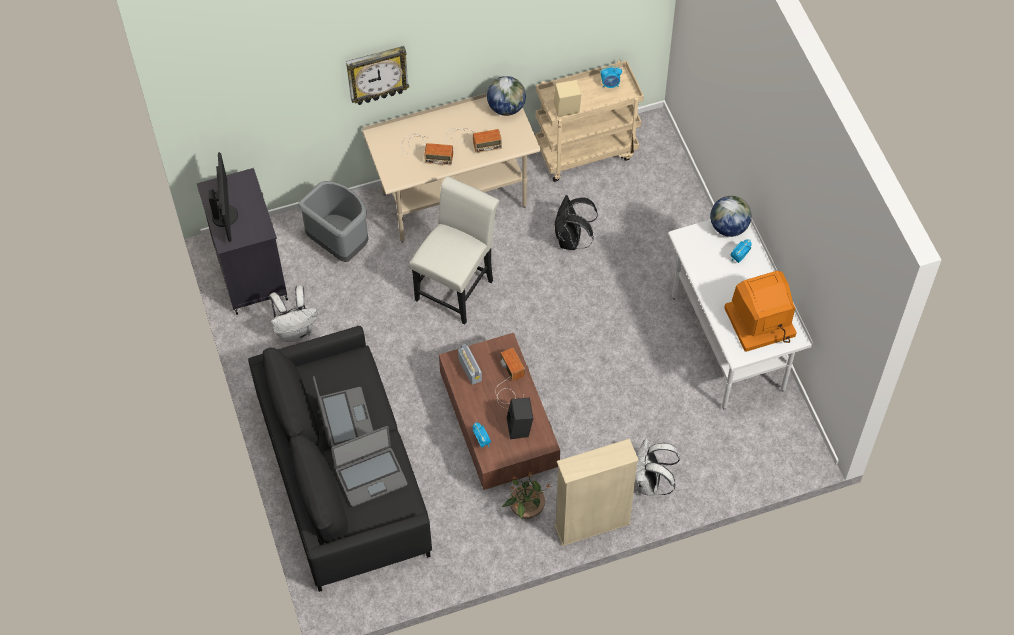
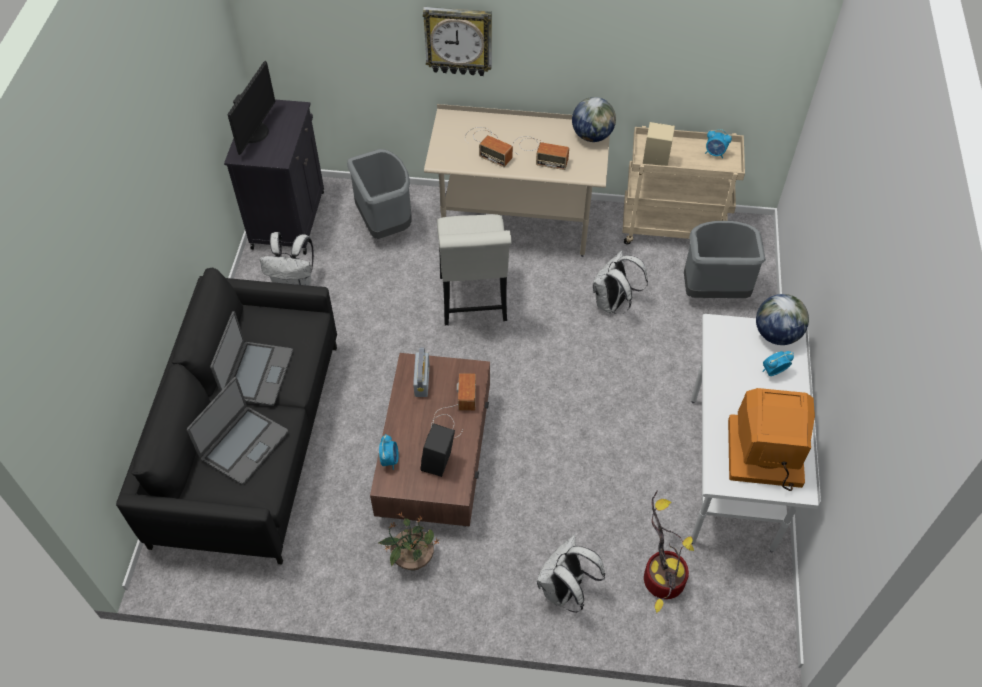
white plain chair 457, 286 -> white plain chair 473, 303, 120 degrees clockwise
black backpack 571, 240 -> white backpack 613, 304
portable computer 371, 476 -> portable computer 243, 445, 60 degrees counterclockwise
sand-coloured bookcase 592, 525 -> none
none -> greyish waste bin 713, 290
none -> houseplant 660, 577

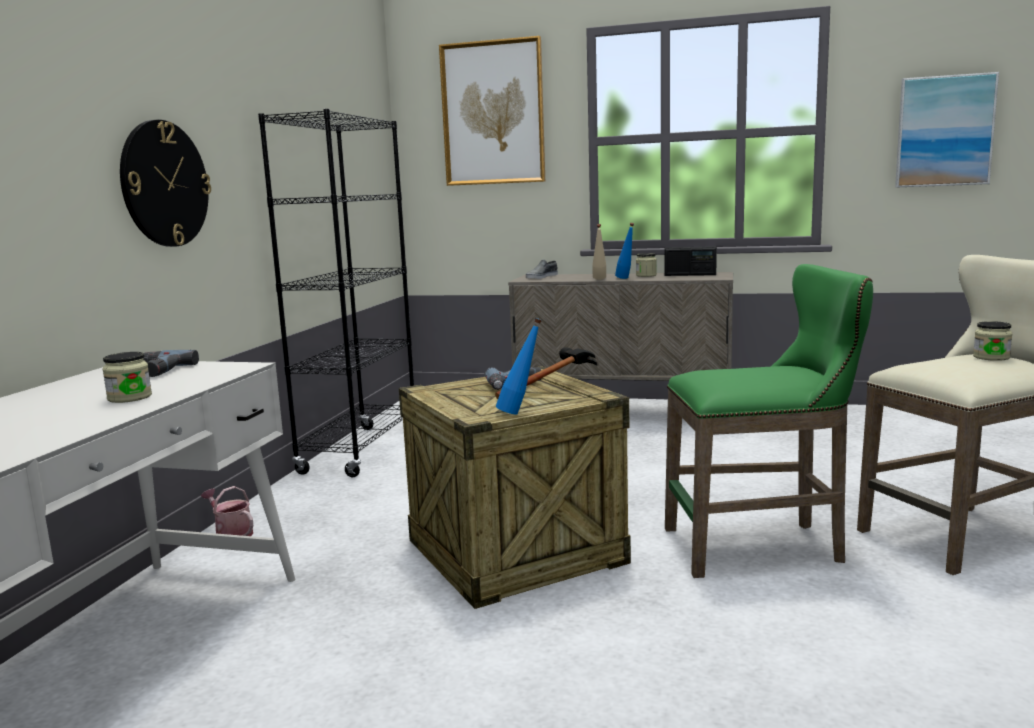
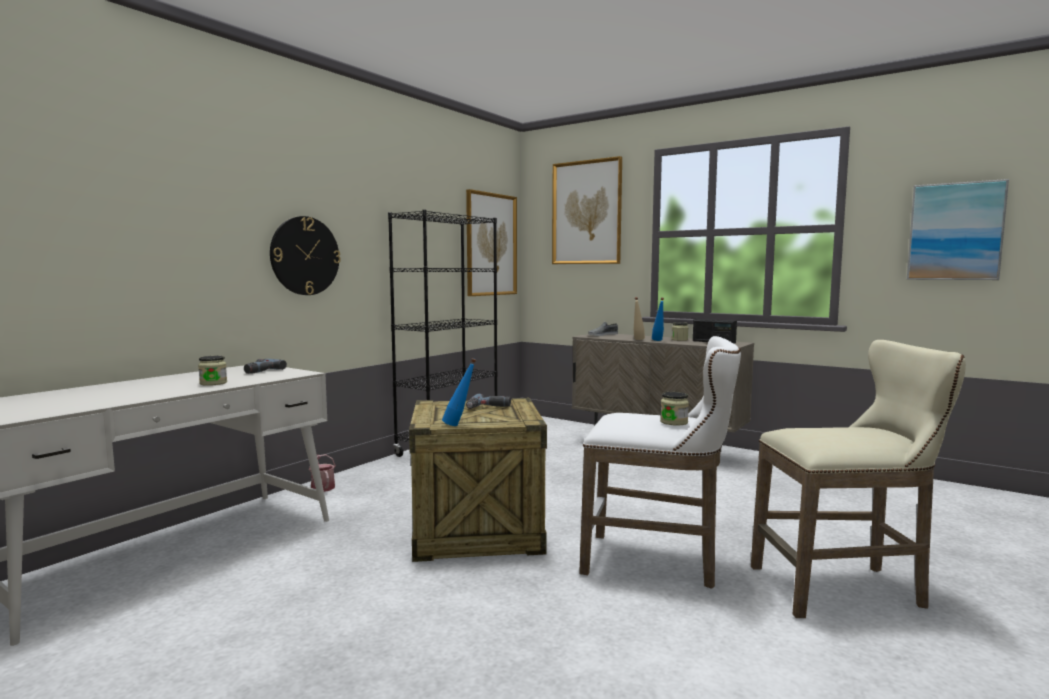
green-coloured stool seat 763, 547 -> white stool seat 658, 563
storage jar 991, 357 -> storage jar 674, 422, shifted
hand hammer 554, 389 -> none
none -> picture 491, 244

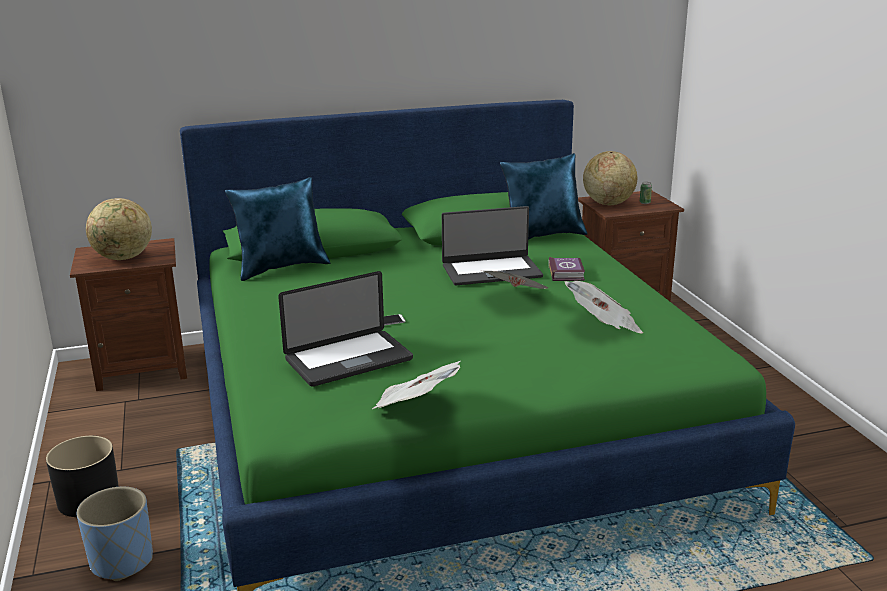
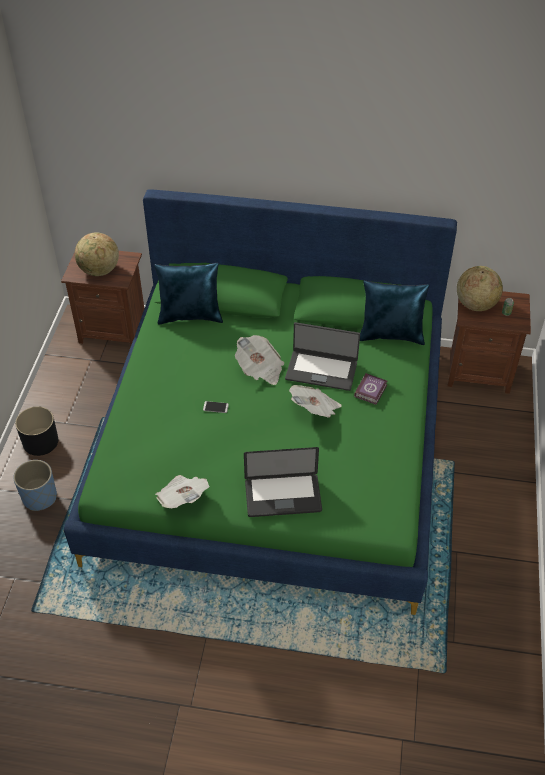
portable computer 348, 360 -> portable computer 283, 496, shifted
printed paper 603, 326 -> printed paper 260, 369, shifted

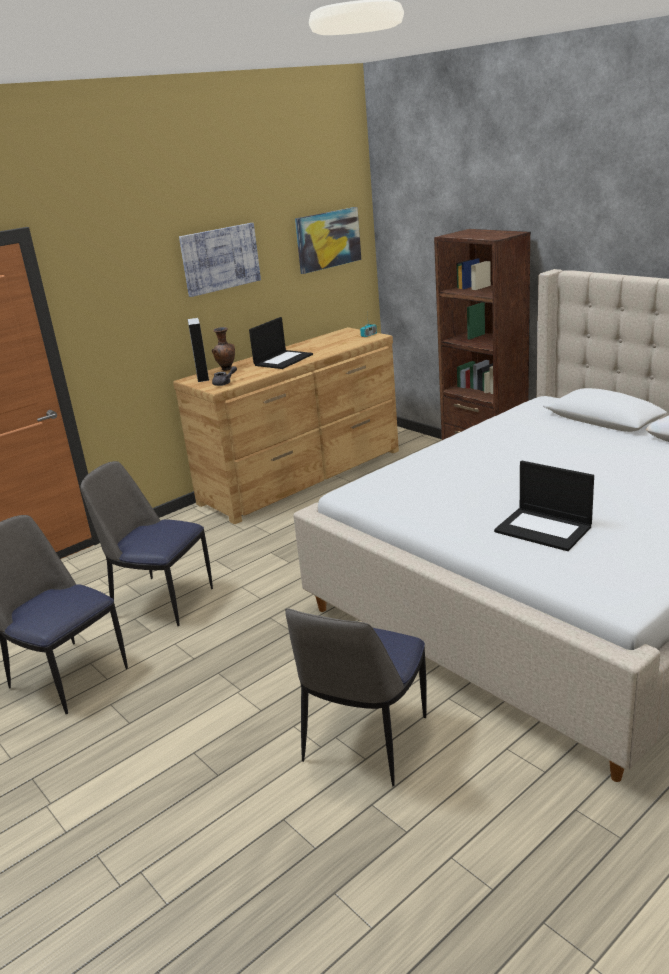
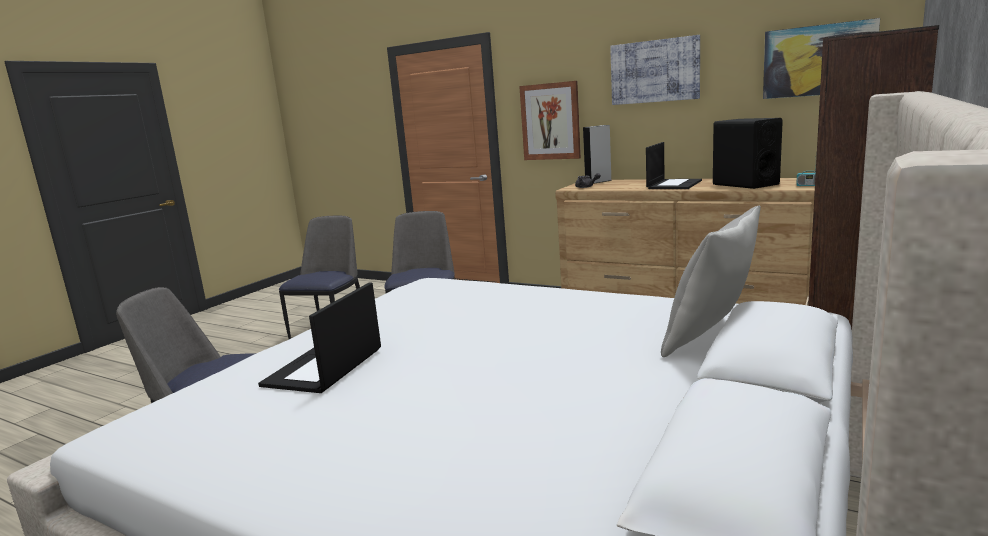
portable computer 283, 360 -> portable computer 674, 184, 75 degrees counterclockwise
brown decorative vase 226, 369 -> none
none -> picture 550, 121
none -> black speaker 745, 184
none -> greyish pillow 712, 339

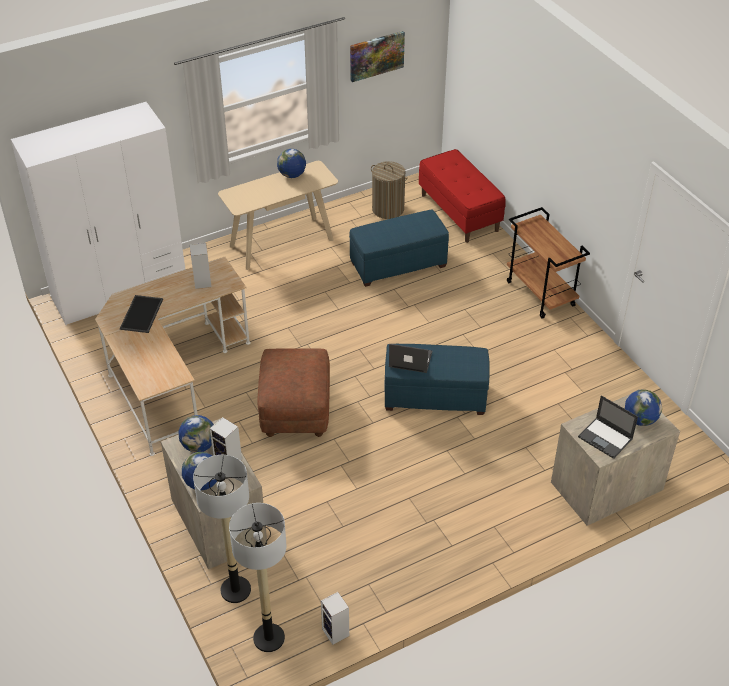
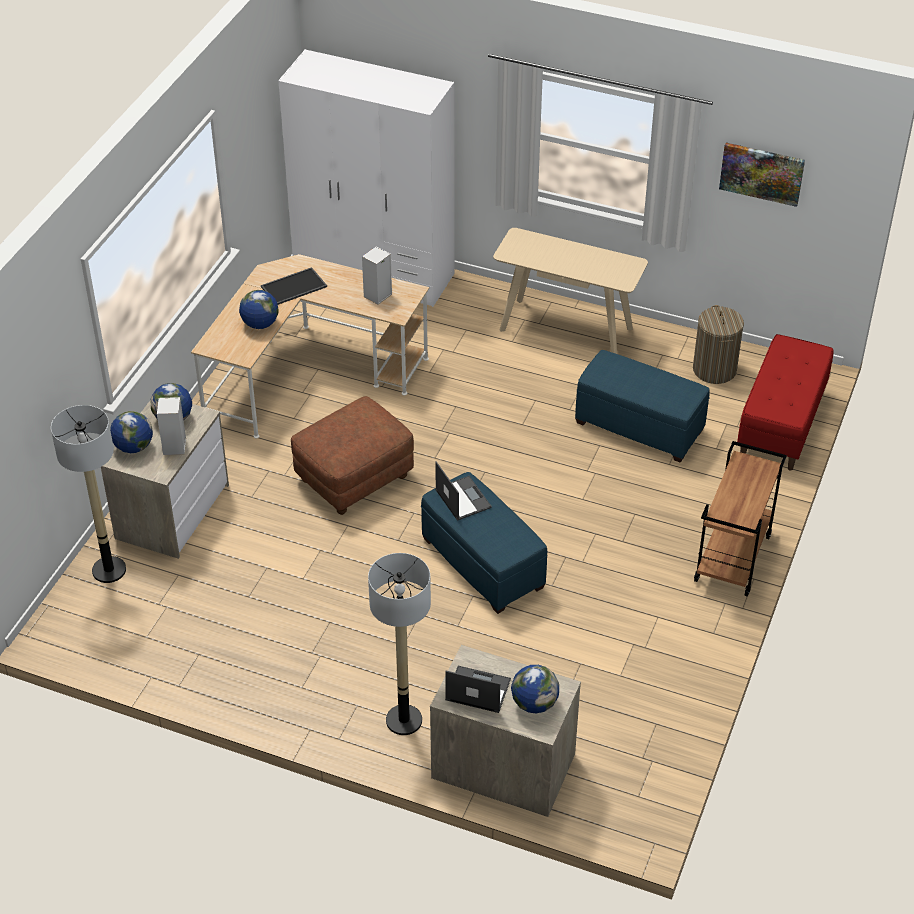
desk globe 292, 175 -> desk globe 260, 324, shifted
portable computer 606, 438 -> portable computer 477, 689, 105 degrees clockwise
standing lamp 269, 638 -> standing lamp 403, 720, shifted
speaker 336, 633 -> none

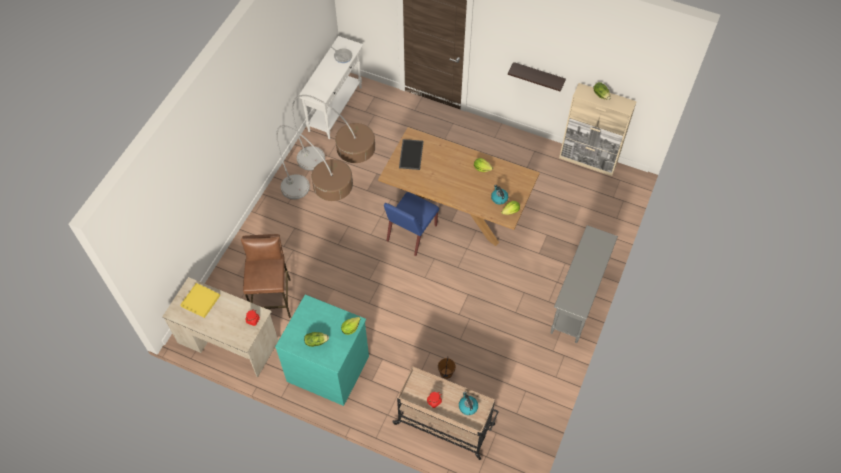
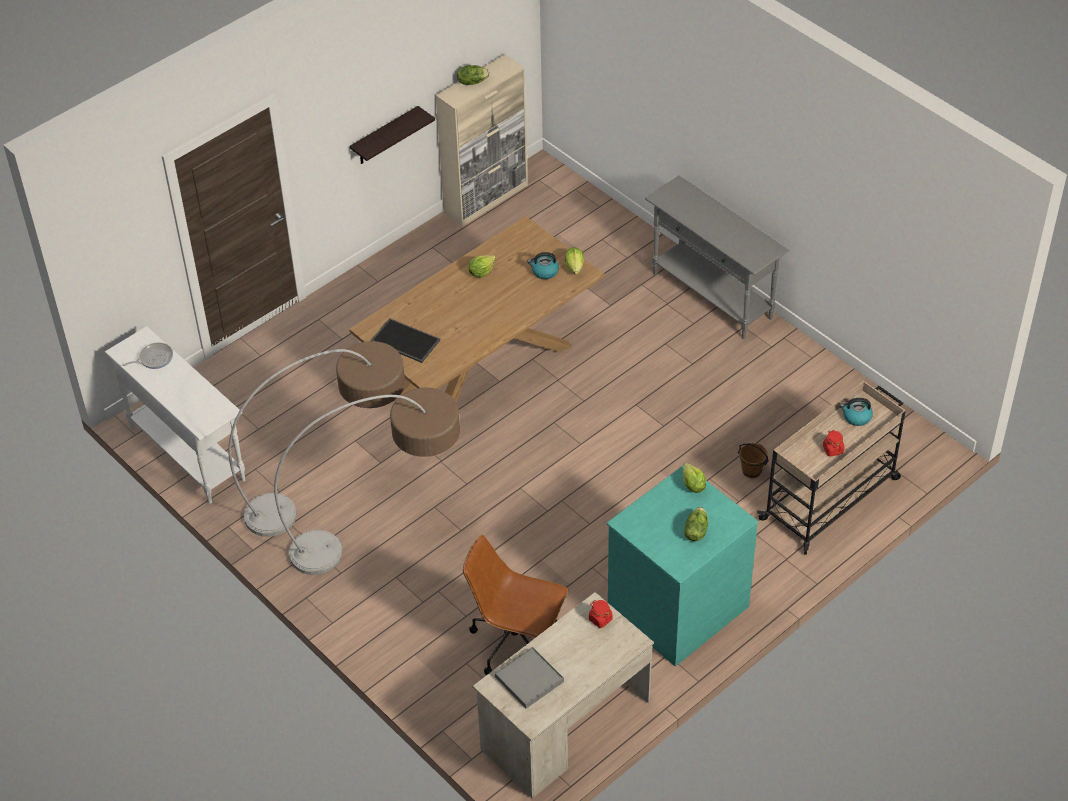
blue plain chair 411, 233 -> none
brown stool seat 273, 298 -> brown office chair 516, 643
yellow carrying tray 200, 301 -> greyish carrying tray 529, 679

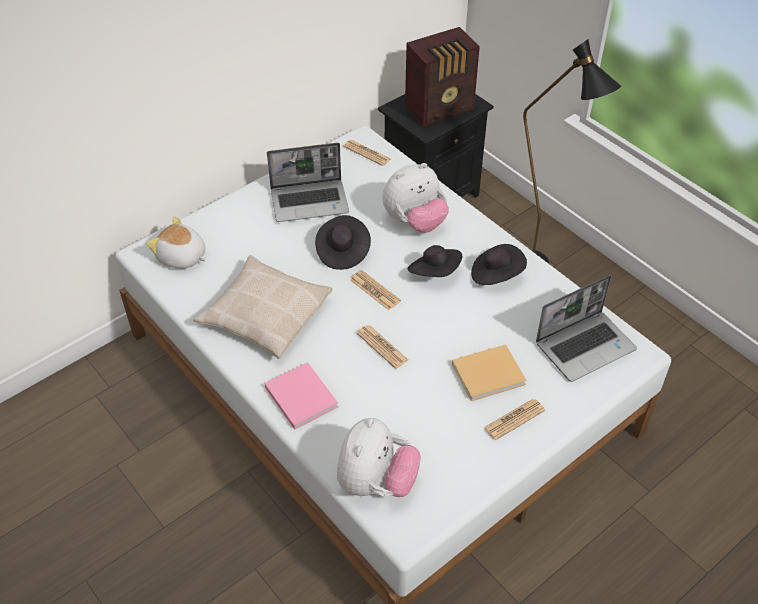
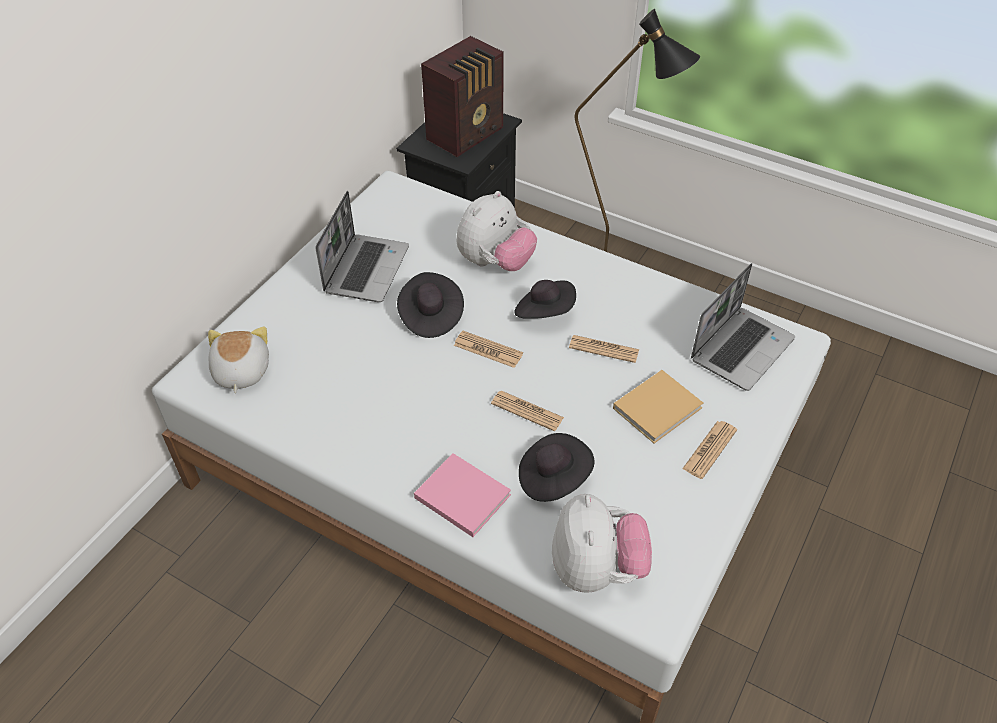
printed paper 367, 153 -> printed paper 604, 349, shifted
portable computer 310, 201 -> portable computer 366, 269, 45 degrees counterclockwise
soft toy 182, 257 -> soft toy 240, 372, 75 degrees clockwise
black clothing hat 496, 274 -> black clothing hat 553, 478, shifted
sand-coloured pillow 265, 315 -> none

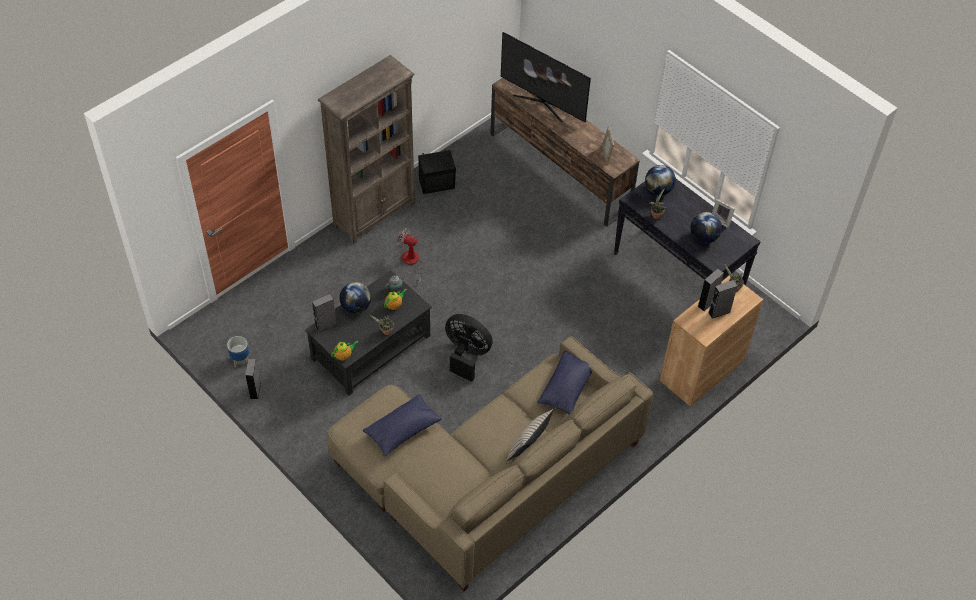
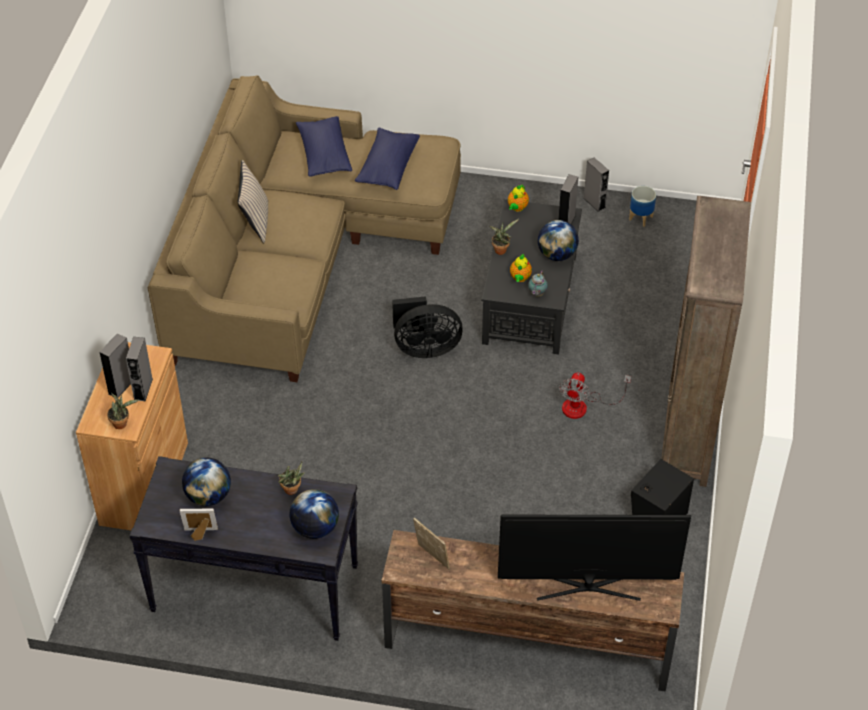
cooling fan 411, 263 -> cooling fan 583, 406, 120 degrees clockwise
blue pillow 567, 388 -> blue pillow 324, 155, shifted

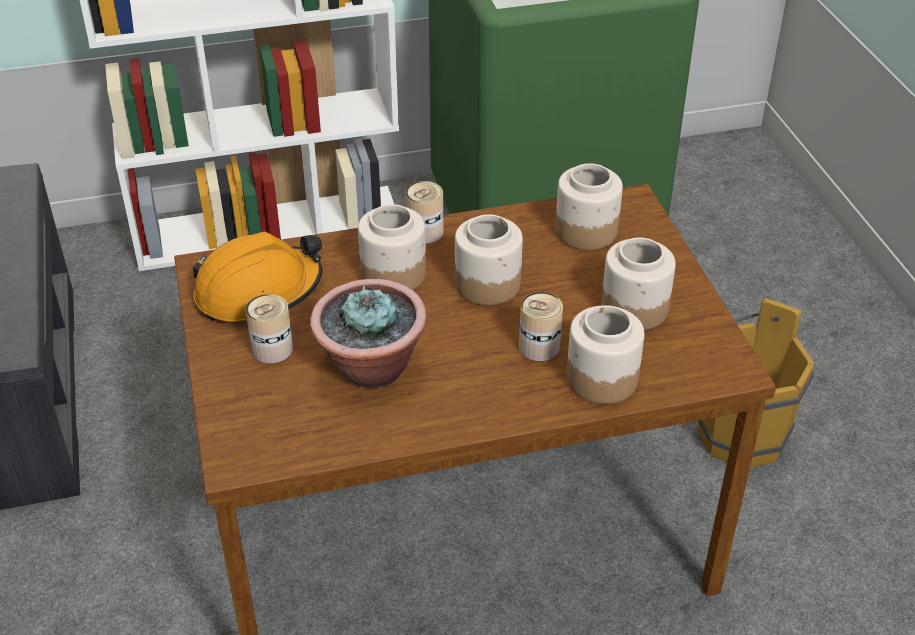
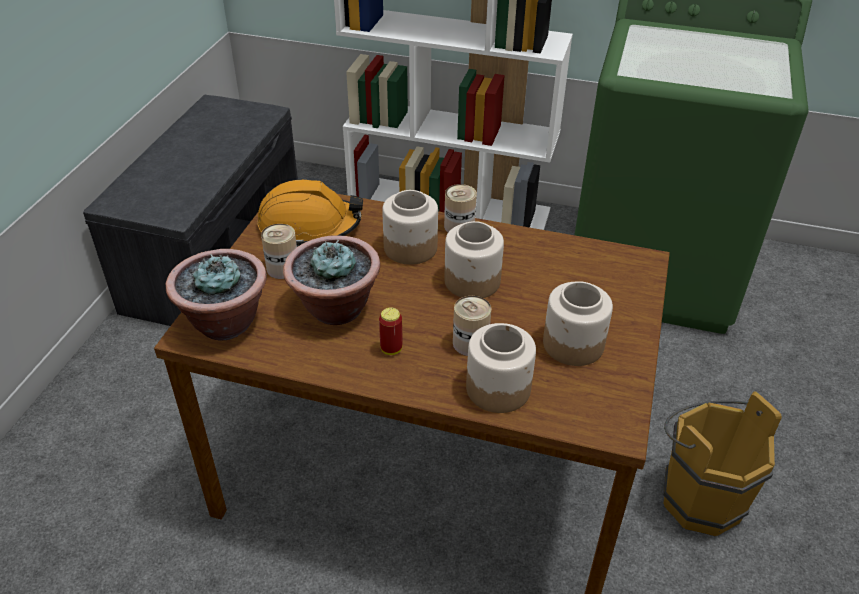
storage jar 585, 231 -> none
none -> houseplant 225, 322
none -> can 391, 349

